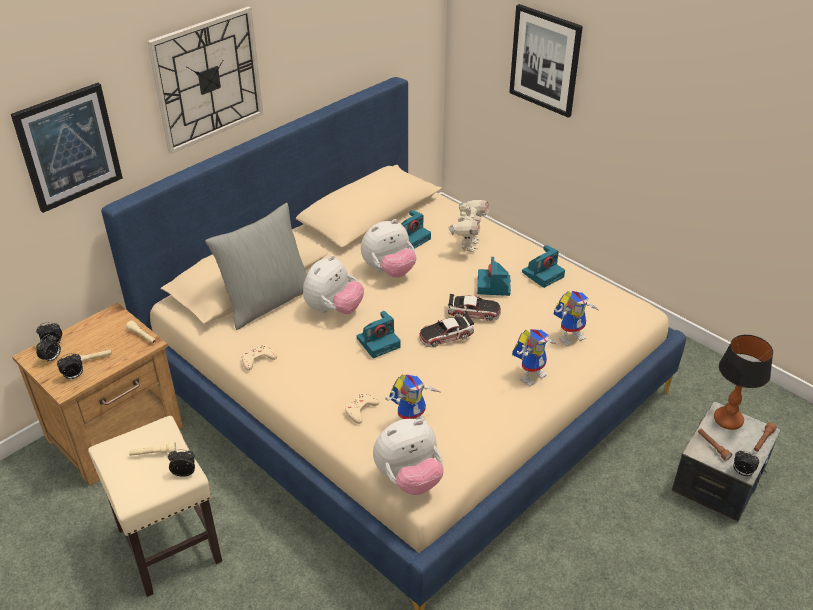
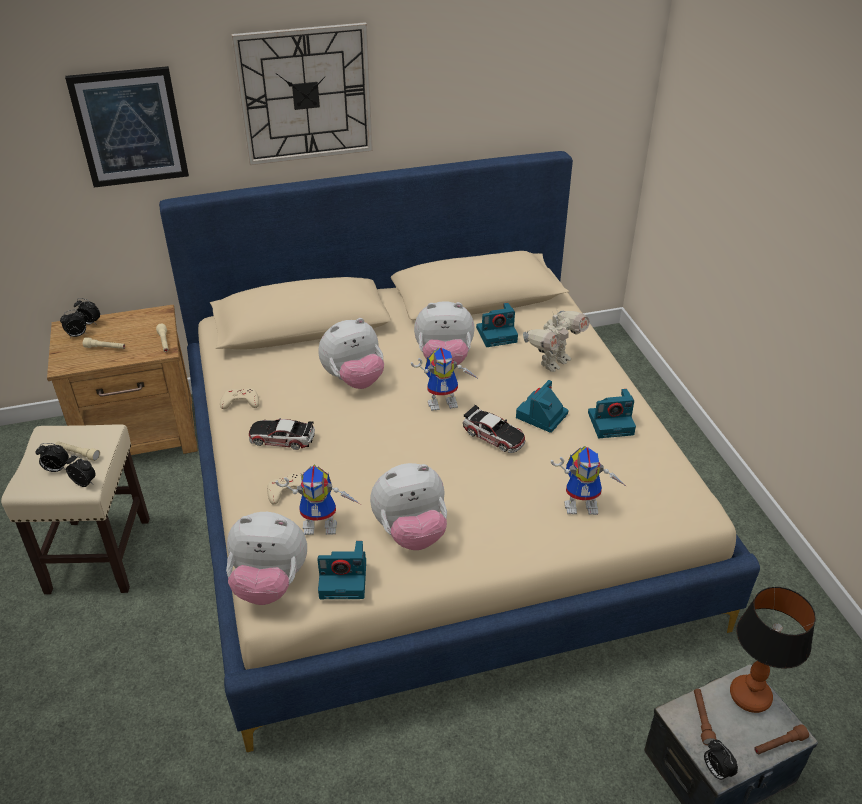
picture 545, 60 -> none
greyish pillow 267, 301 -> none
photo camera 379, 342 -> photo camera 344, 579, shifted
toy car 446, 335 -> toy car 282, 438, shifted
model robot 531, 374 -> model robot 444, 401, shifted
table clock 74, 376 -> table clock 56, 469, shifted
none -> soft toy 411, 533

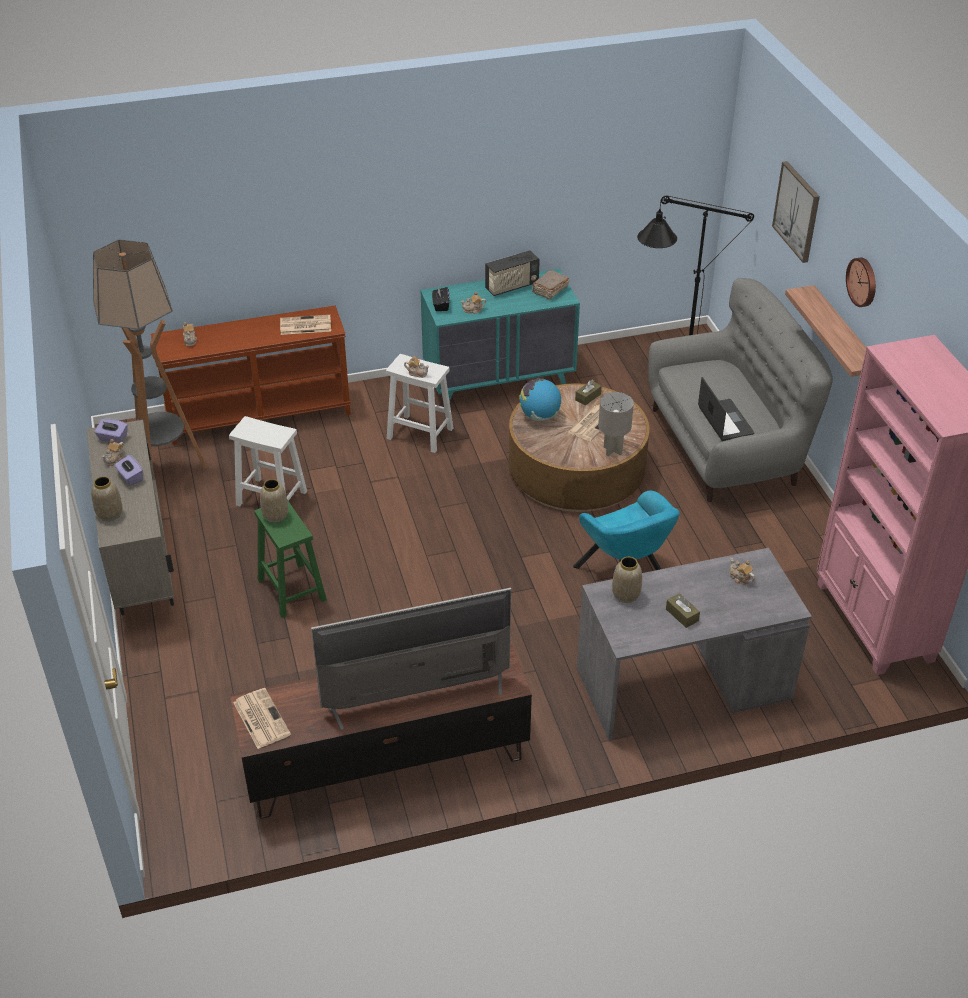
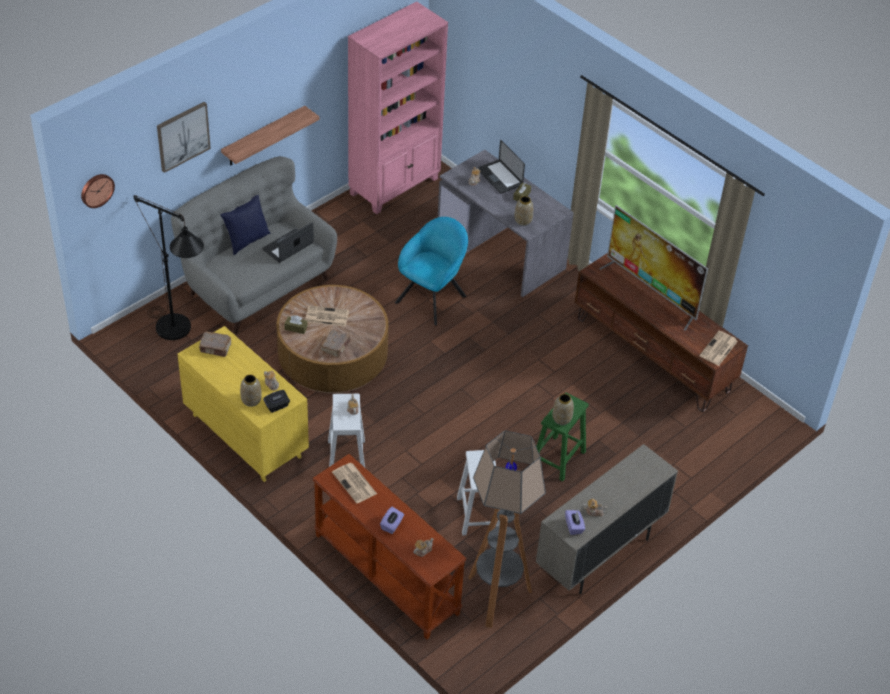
radio 512, 287 -> none
clock on the wall 863, 281 -> clock on the wall 96, 190, shifted
turquoise-coloured chest of drawers 499, 379 -> yellow chest of drawers 245, 435
desk globe 539, 416 -> brown book 336, 346
greyish tabletop lamp 612, 450 -> none
purple-coloured tissue box 130, 477 -> purple-coloured tissue box 392, 525, shifted
decorative vase 109, 514 -> decorative vase 251, 400, shifted
none -> portable computer 499, 177
none -> blue pillow 246, 241

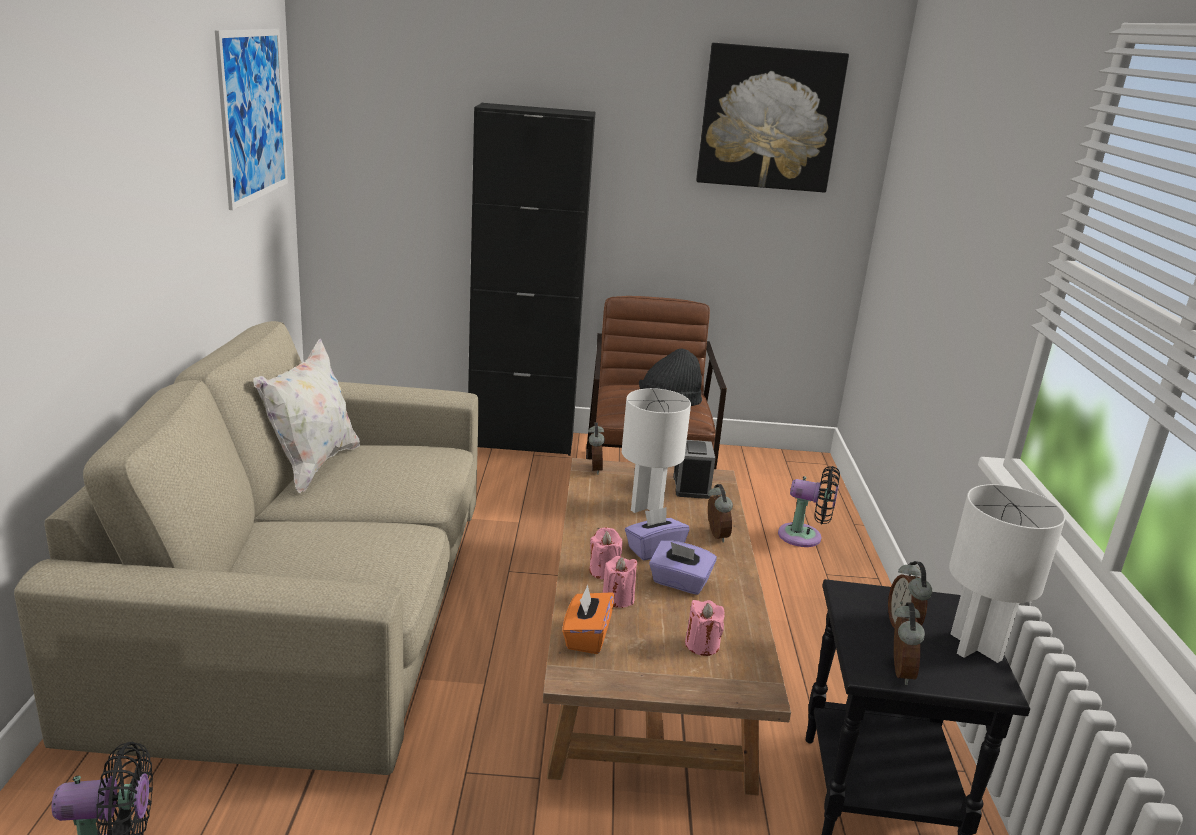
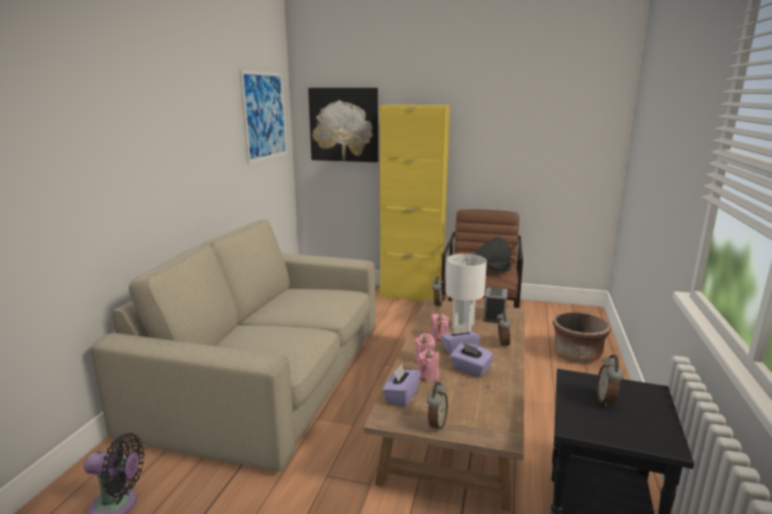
picture 769, 118 -> picture 344, 125, shifted
black storage cabinet 521, 442 -> yellow storage cabinet 411, 295
white pillow 312, 466 -> none
black cooling fan 804, 537 -> brown plant pot 577, 355
white tabletop lamp 974, 647 -> none
orange-coloured tissue box 586, 637 -> purple-coloured tissue box 401, 396
pink-coloured candle 702, 645 -> pink-coloured candle 439, 337, shifted
table clock 898, 672 -> table clock 436, 424, shifted

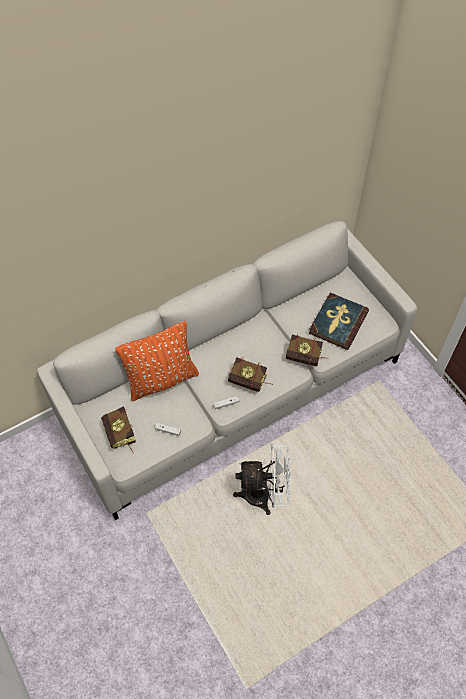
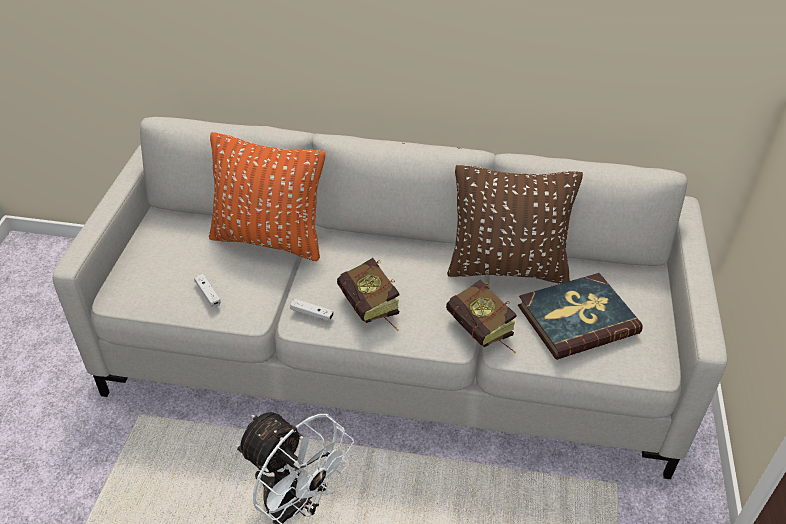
book 121, 437 -> none
none -> brown pillow 507, 268

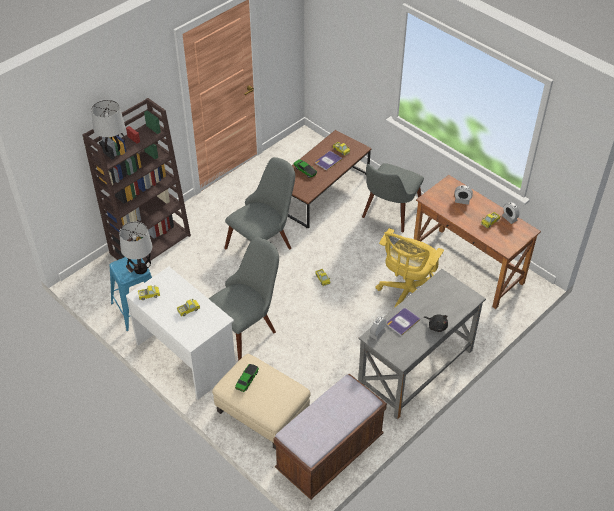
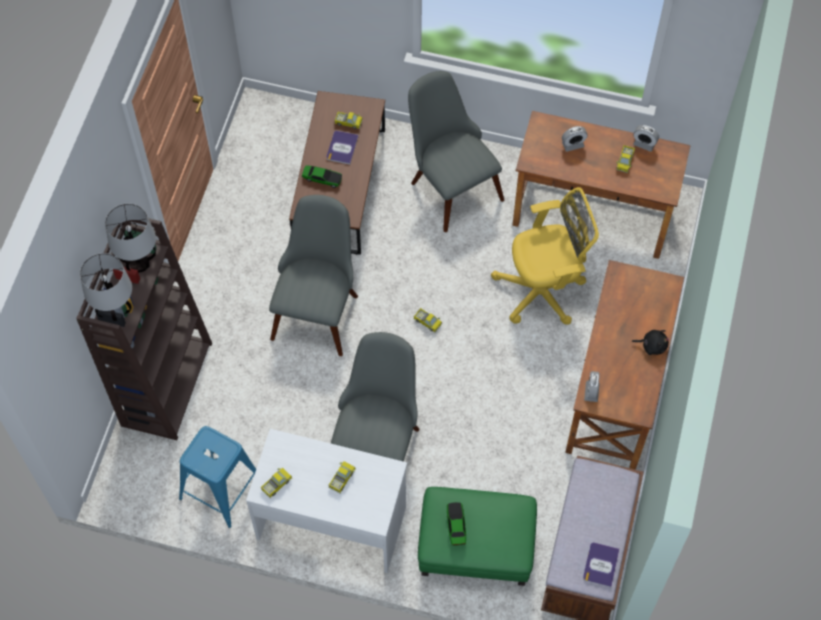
greyish plain chair 388, 215 -> greyish plain chair 449, 183, 150 degrees clockwise
tabletop lamp 141, 269 -> tabletop lamp 139, 263, shifted
yellow office chair 407, 294 -> yellow office chair 543, 291, 105 degrees counterclockwise
greyish desk unit 416, 369 -> brown desk unit 616, 391
book 402, 322 -> book 601, 564, shifted
sand-coloured footrest 262, 412 -> green-coloured footrest 475, 547

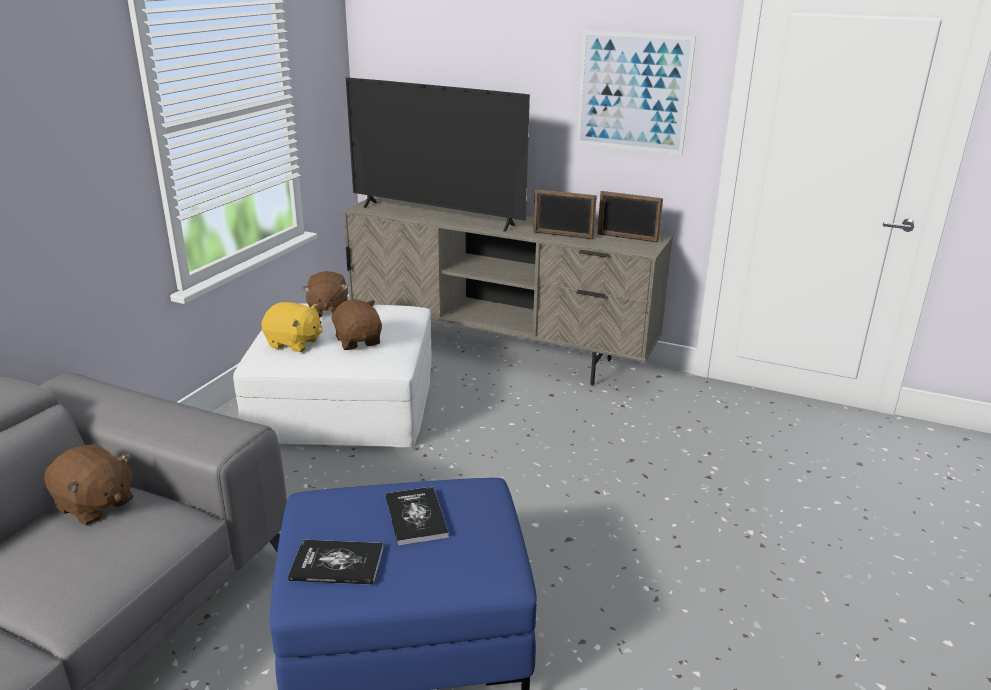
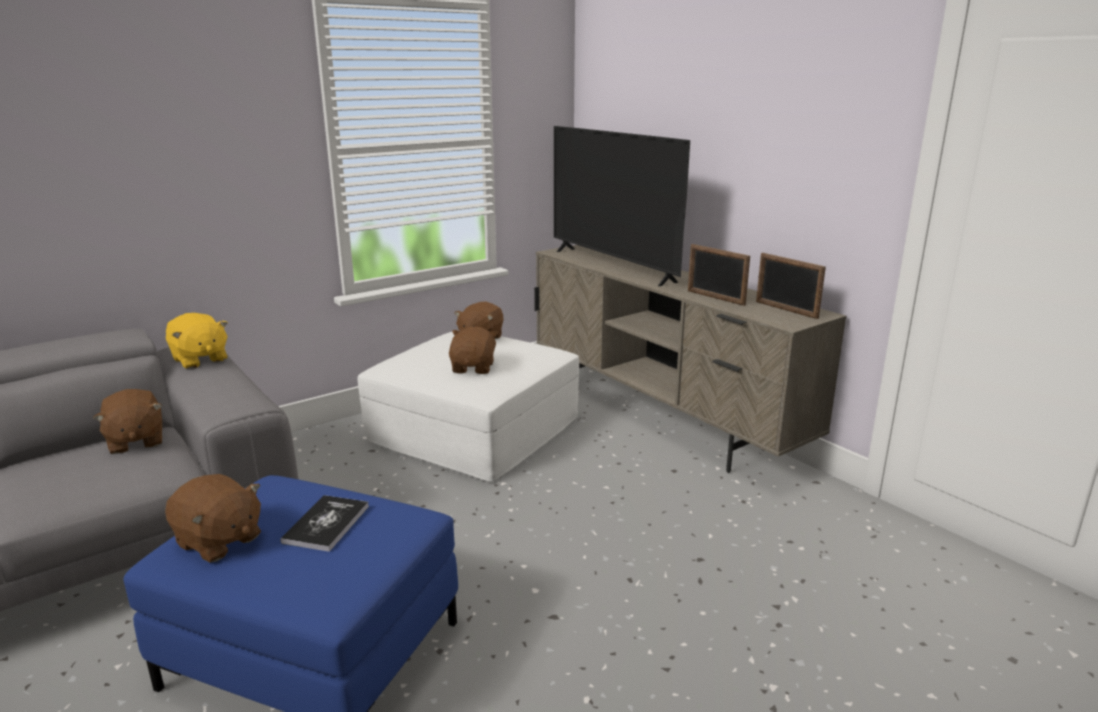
picture 633, 92 -> none
yellow soft toy 294, 343 -> yellow soft toy 199, 360, shifted
book 337, 564 -> brown soft toy 219, 541

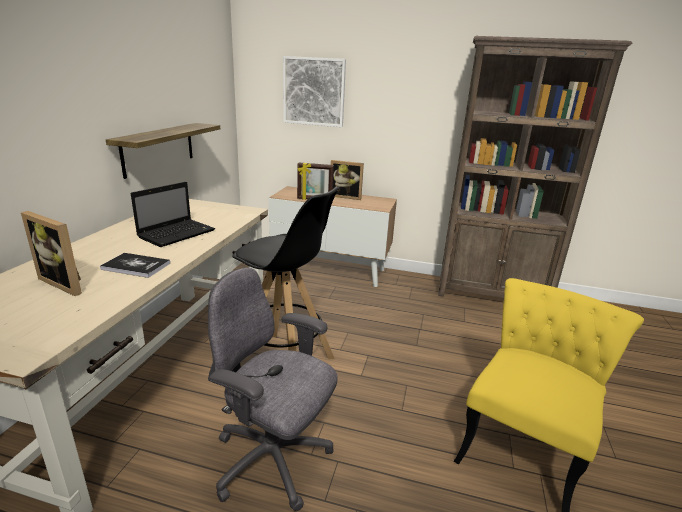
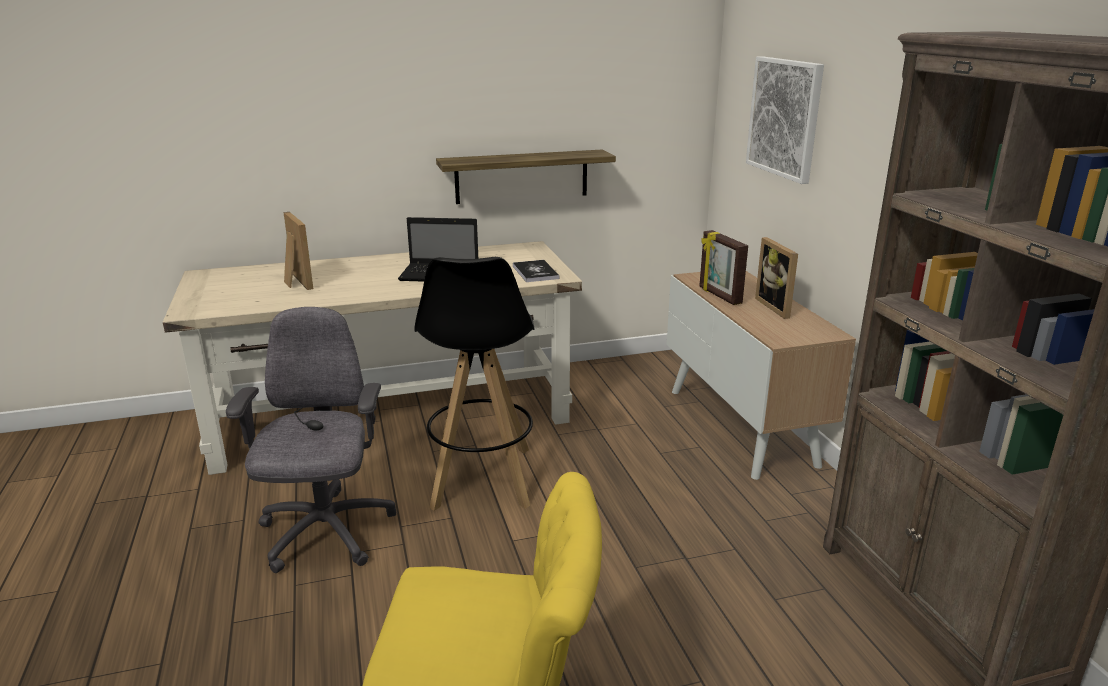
picture frame 67, 283 -> picture frame 295, 282, 150 degrees clockwise
book 136, 266 -> book 535, 272, shifted

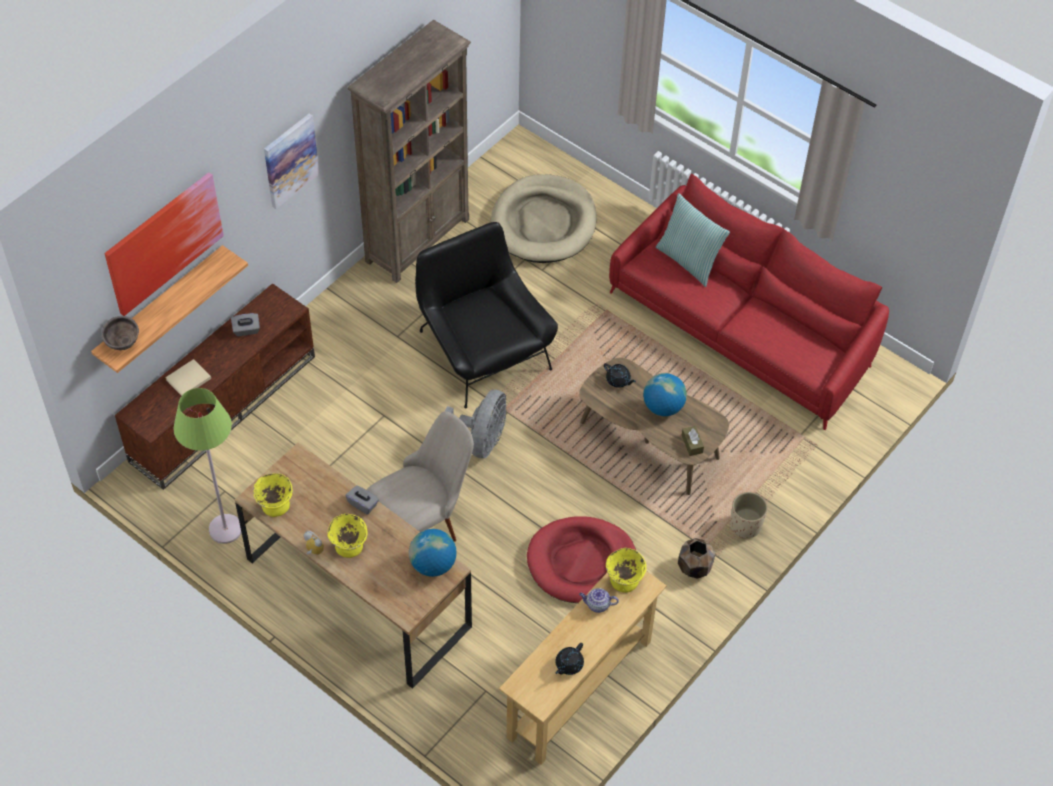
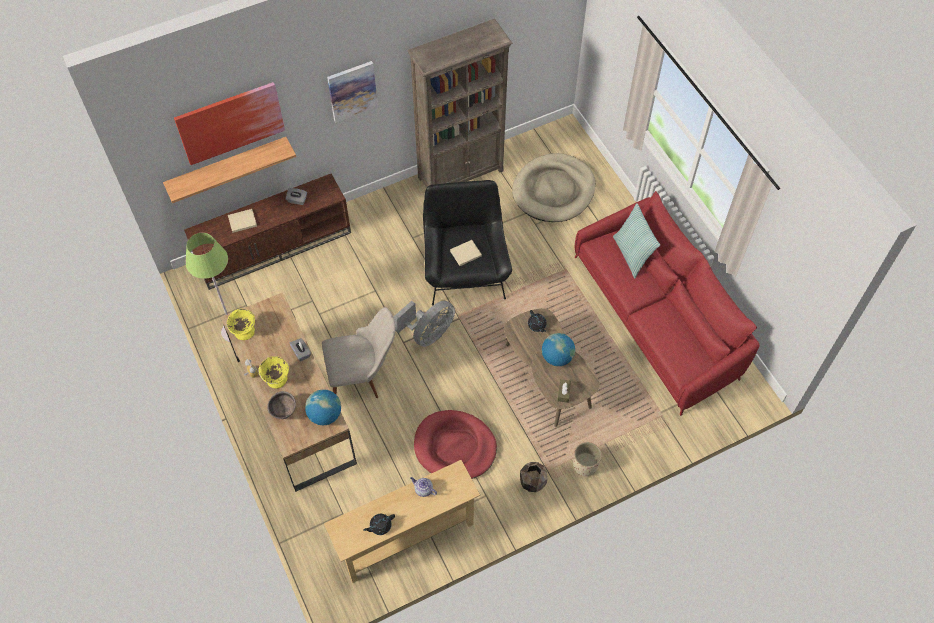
brown bowl 123, 344 -> brown bowl 284, 411, shifted
yellow bowl 624, 580 -> none
none -> sand-coloured book 465, 254

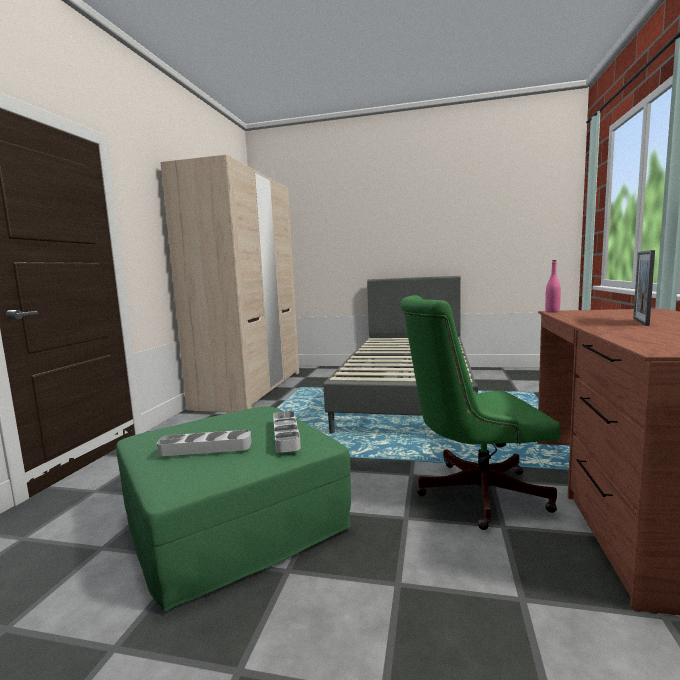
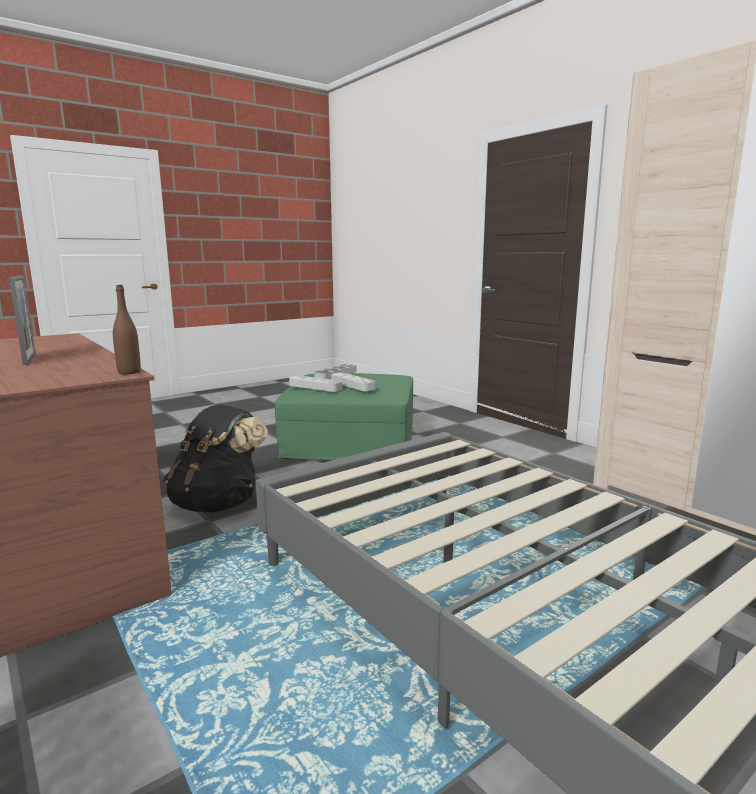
pink-coloured beverage bottle 552, 311 -> brown beverage bottle 129, 372
green-coloured office chair 472, 493 -> black backpack 218, 504
none -> greyish carrying tray 352, 385

